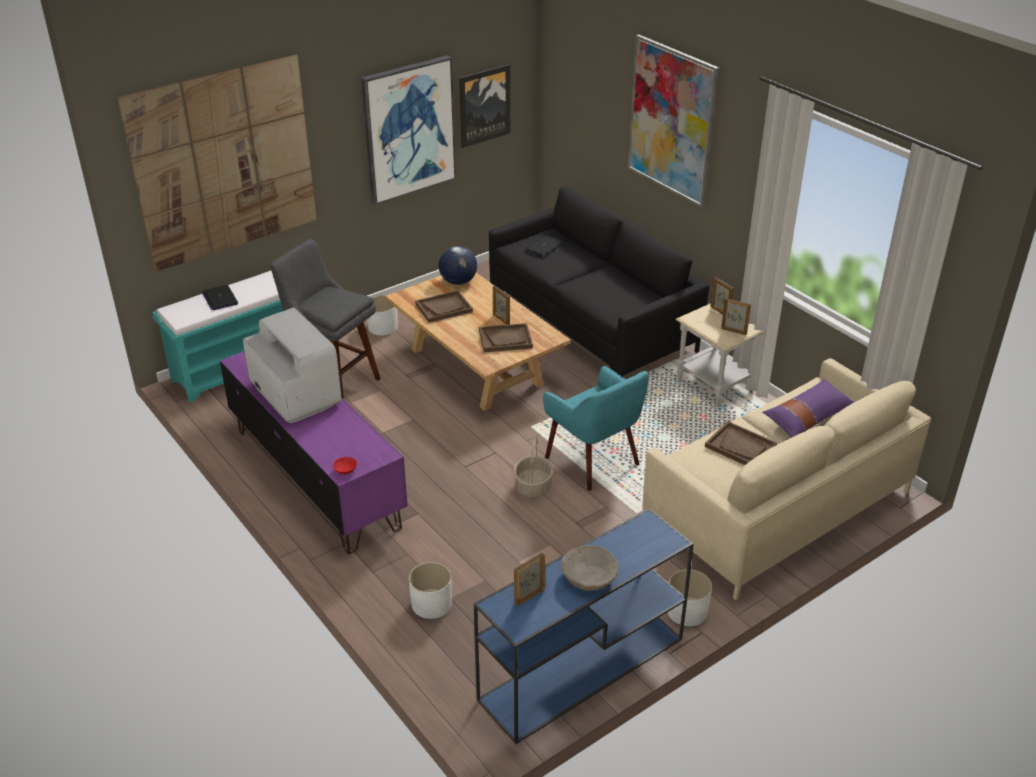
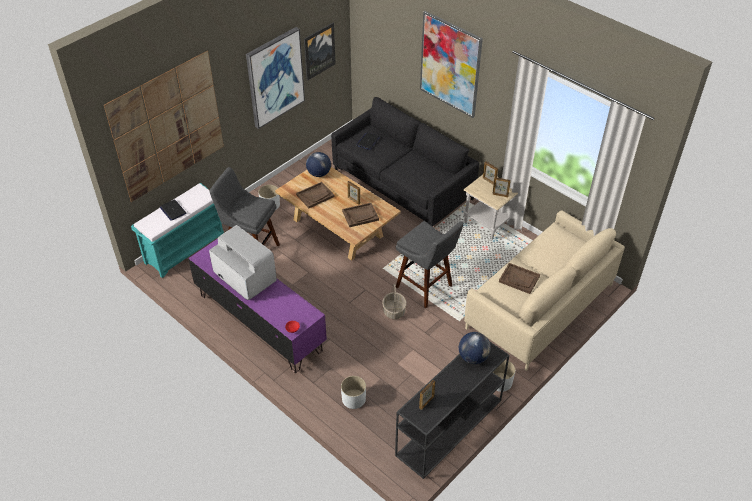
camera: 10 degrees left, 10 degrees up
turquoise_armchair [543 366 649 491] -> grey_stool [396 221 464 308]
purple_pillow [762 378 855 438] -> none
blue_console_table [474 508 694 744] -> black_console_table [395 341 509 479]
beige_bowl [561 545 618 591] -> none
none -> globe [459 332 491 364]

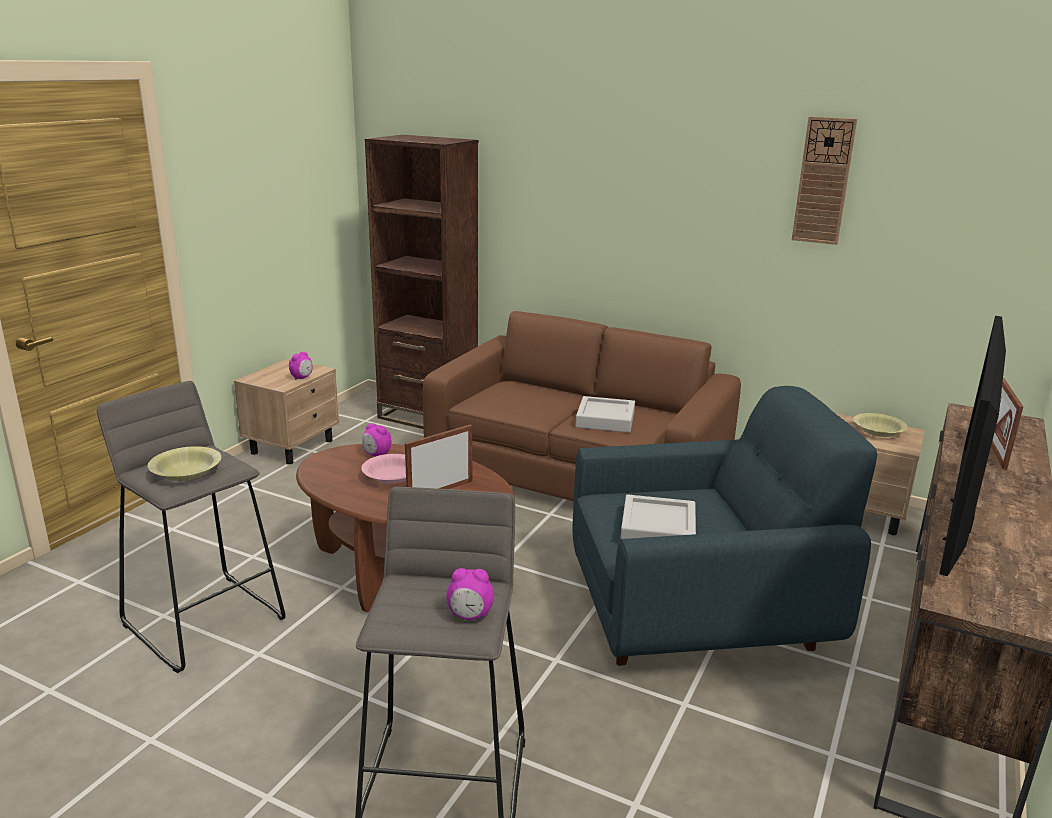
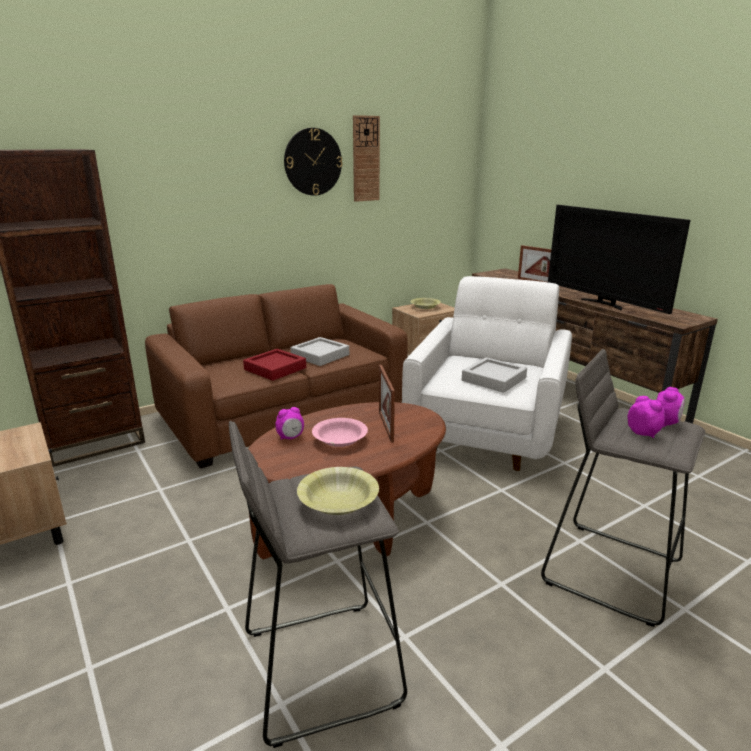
camera: 60 degrees left, 0 degrees up
alarm_clock [289 352 313 380] -> alarm_clock [628 396 665 438], move
blue_armchair [573 386 877 666] -> white_armchair [402 276 572 471]
none -> wall_clock [284 128 343 196]
none -> red_tray [243 349 306 381]

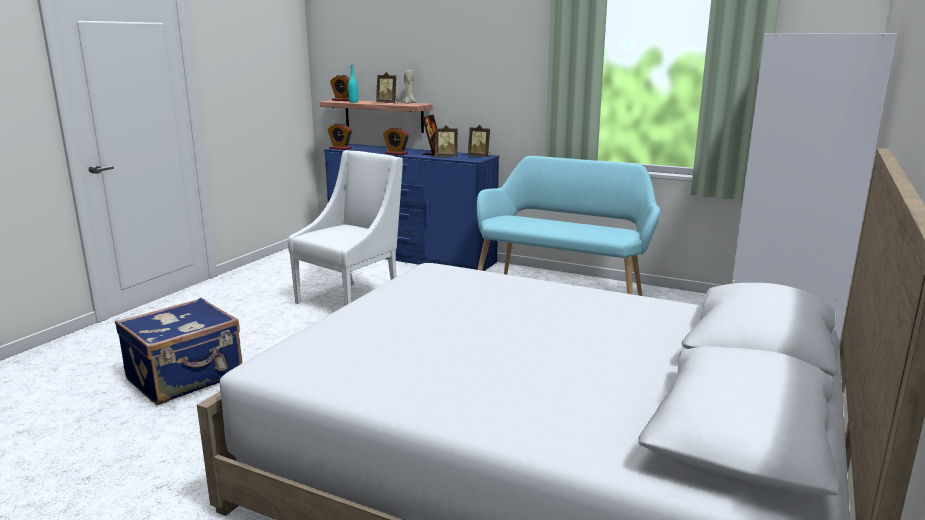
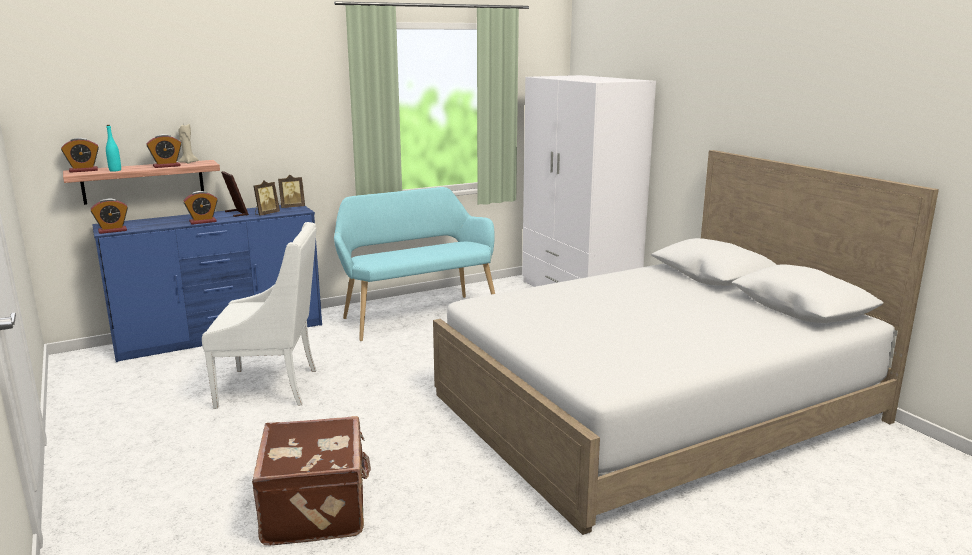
camera: 55 degrees left, 0 degrees up
picture_frame [376 72 398 103] -> alarm_clock [146 134 182 168]
white_armchair [288 150 403 306] -> white_armchair [202 222 316 409], 105 degrees clockwise
blue_suitcase [115 298 242 405] -> brown_suitcase [252 416 371 545]

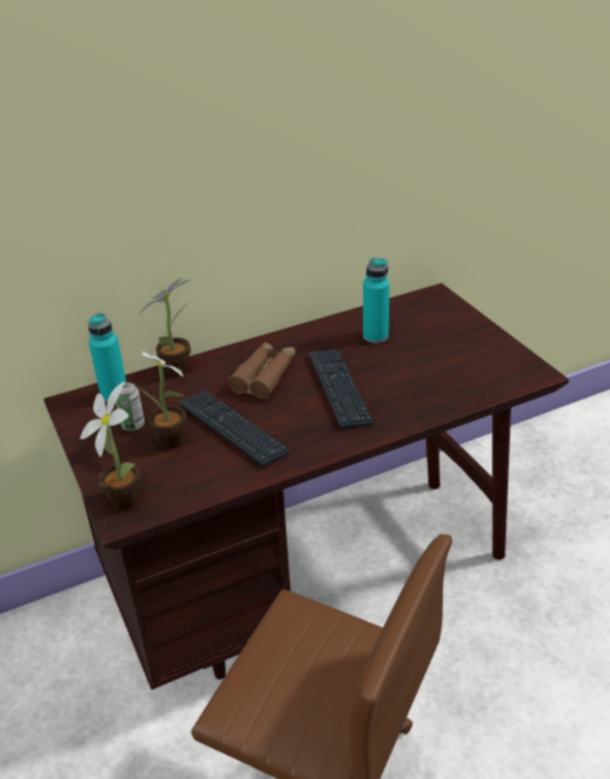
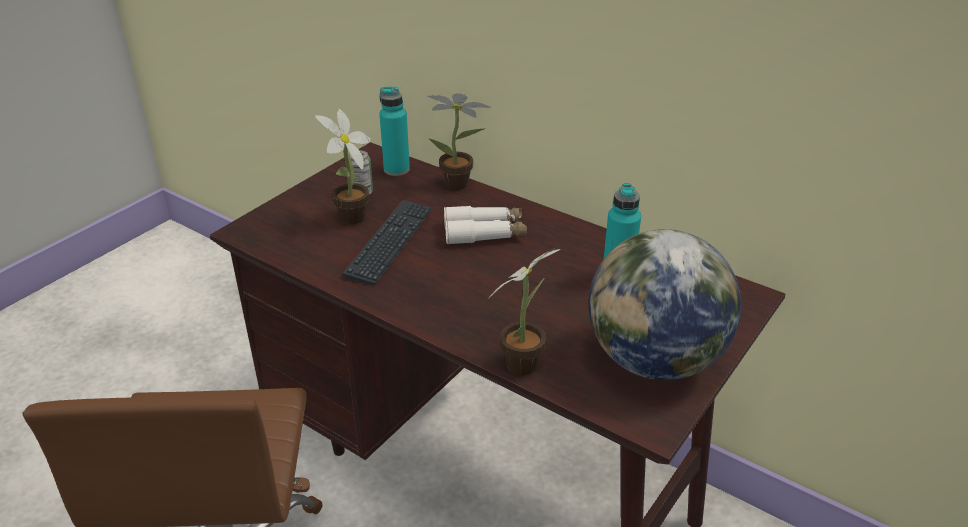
camera: 60 degrees right, 0 degrees up
brown_binoculars [228 342 295 399] -> white_binoculars [444 206 527 245]
keyboard [308 349 374 429] -> none
potted_plant [80 381 141 510] -> potted_plant [488 249 561 375], move
none -> globe [588 229 741 380]

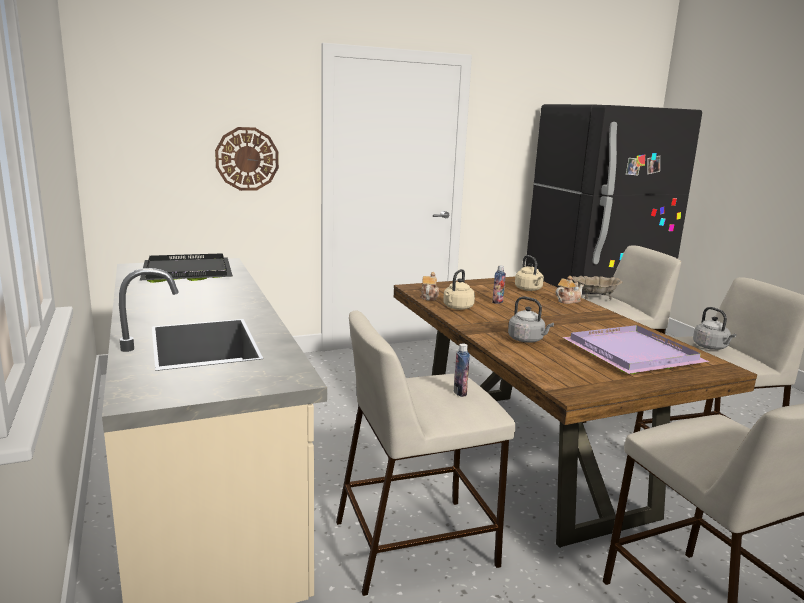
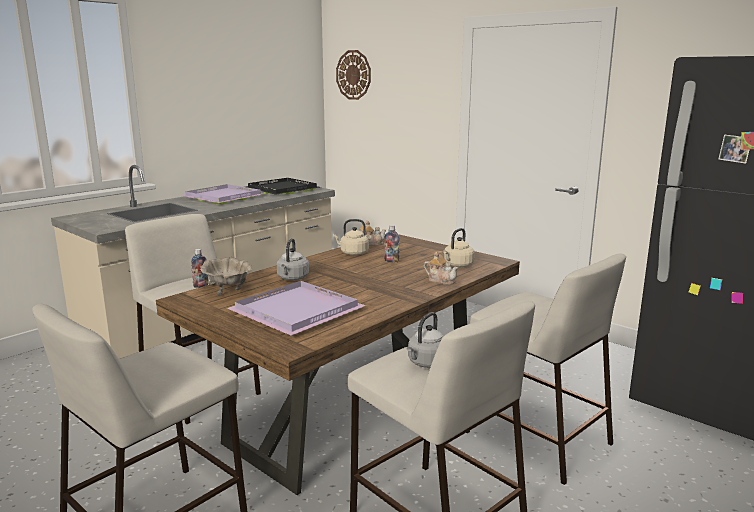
camera: 65 degrees right, 0 degrees up
wall_clock [215 127 279 191] -> wall_clock [336 50 371 100], move
beige_bowl [572 276 623 300] -> beige_bowl [200 257 252 295], move
none -> purple_tray [181 184 265 205]

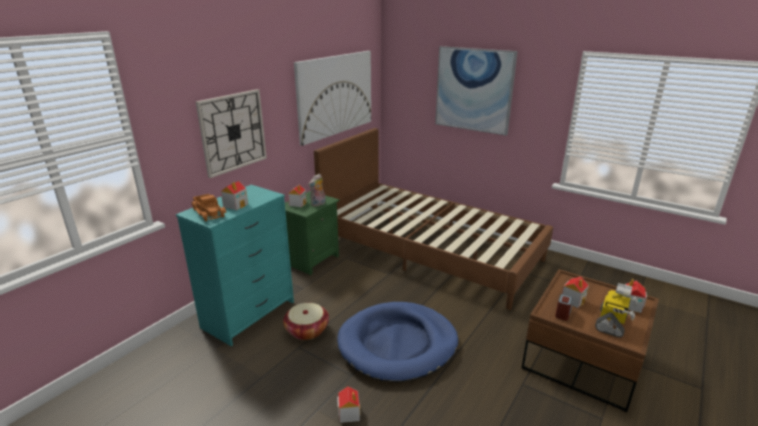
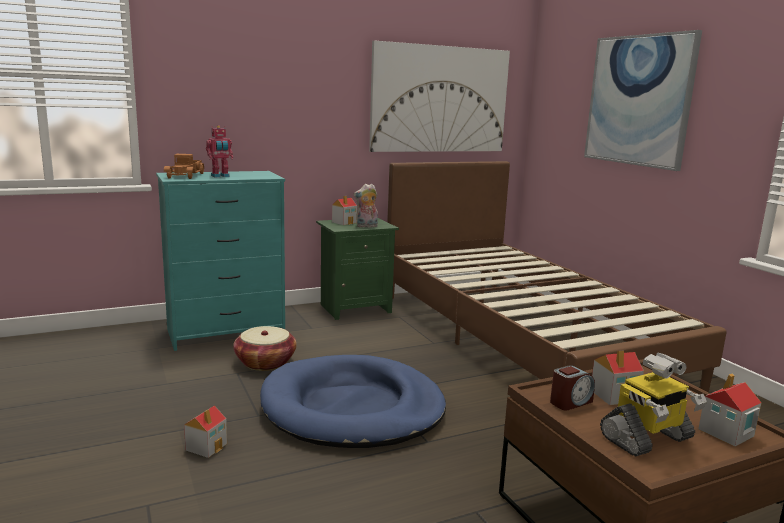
camera: 30 degrees right, 10 degrees down
wall_clock [196 89 267 178] -> none
toy_house [221 181 248 210] -> toy_robot [206 125 233 177]

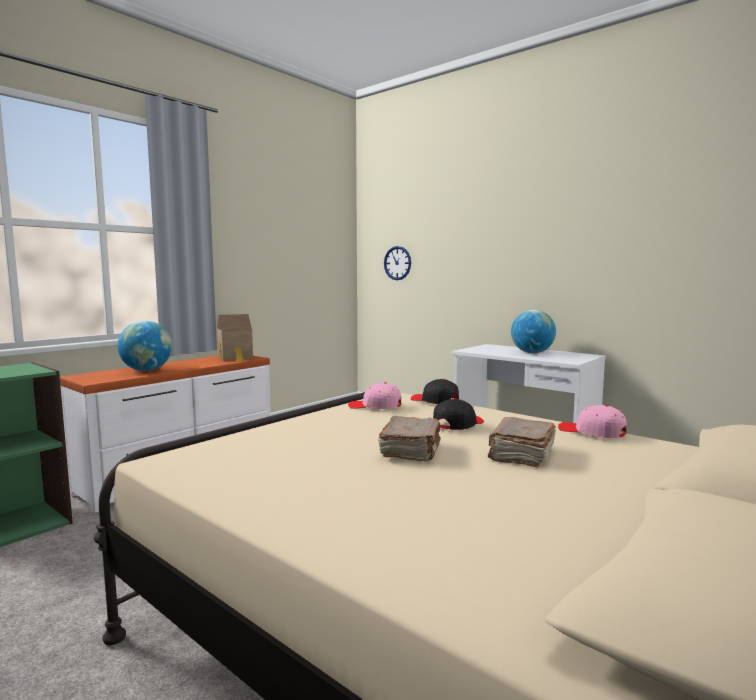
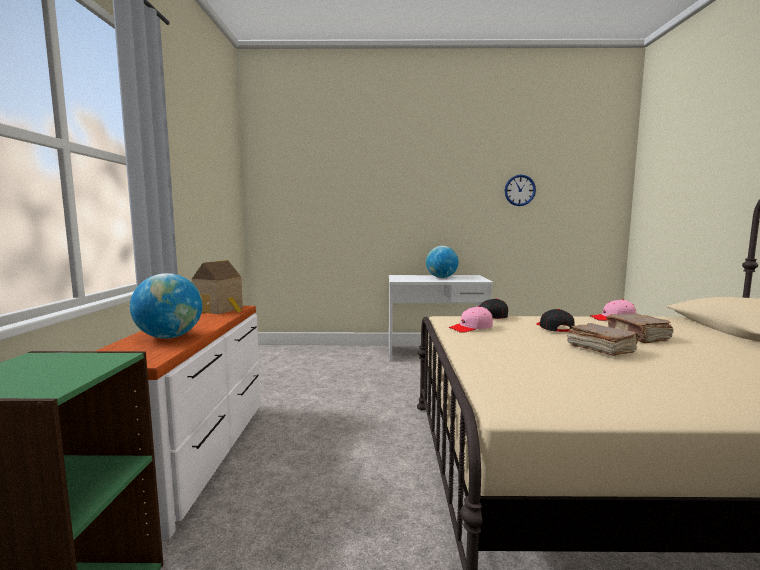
camera: 40 degrees left, 0 degrees up
wall_clock [384 246 411 280] -> wall_clock [504 174 536 206], move

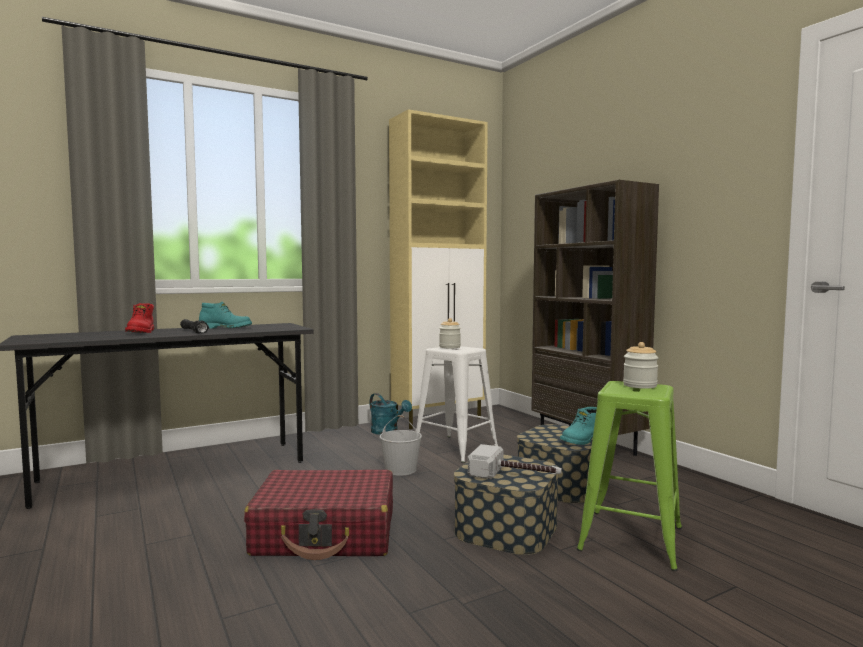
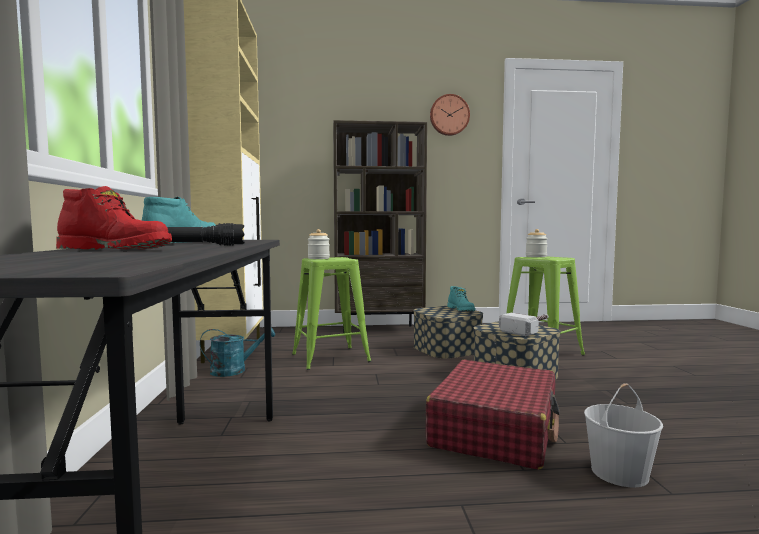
camera: 65 degrees left, 0 degrees up
white_stool [416 346 498 463] -> green_stool [292 257 372 370]
white_bucket [380 415 422 476] -> white_bucket [584 384 663 488], move
none -> wall_clock [430 94 470 136]

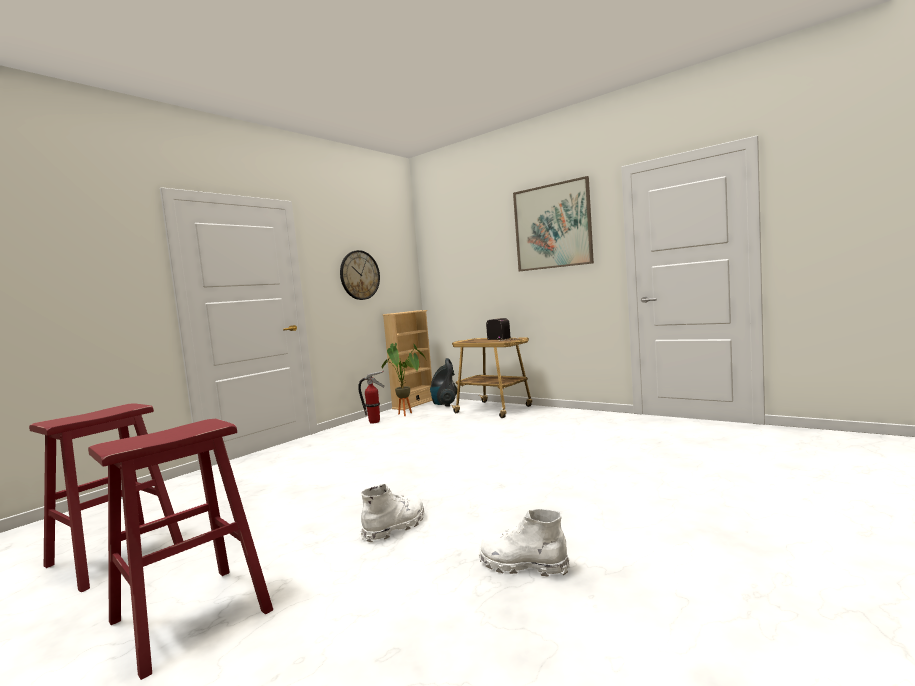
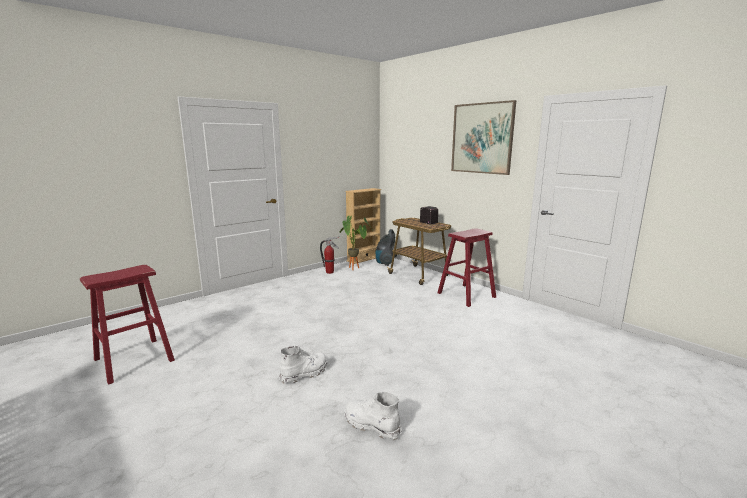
camera: 10 degrees right, 10 degrees up
wall_clock [340 250 380 300] -> none
red_stool [88 419 273 680] -> red_stool [437 228 496 307], move

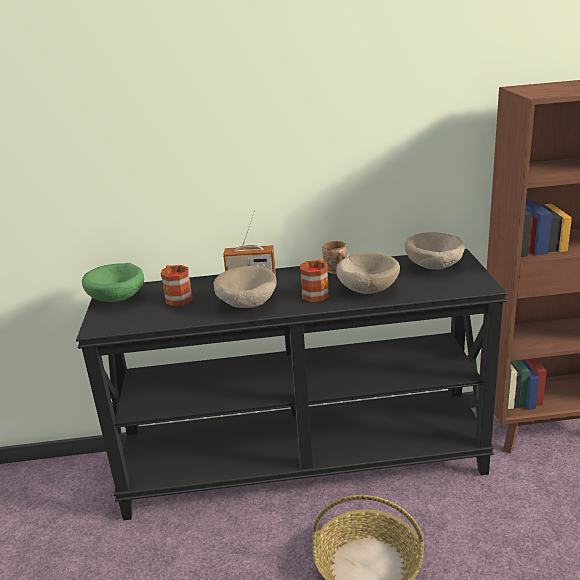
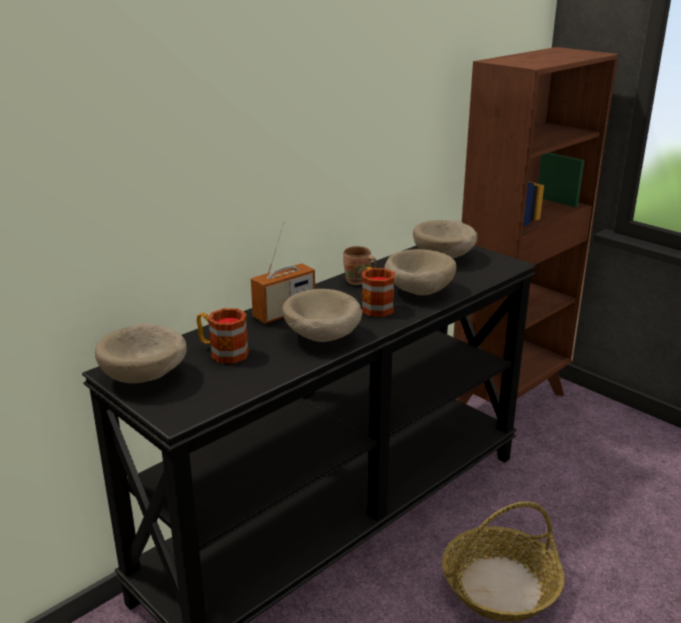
camera: 40 degrees left, 0 degrees up
green_bowl [82 263 144 302] -> beige_bowl [95 323 187 383]

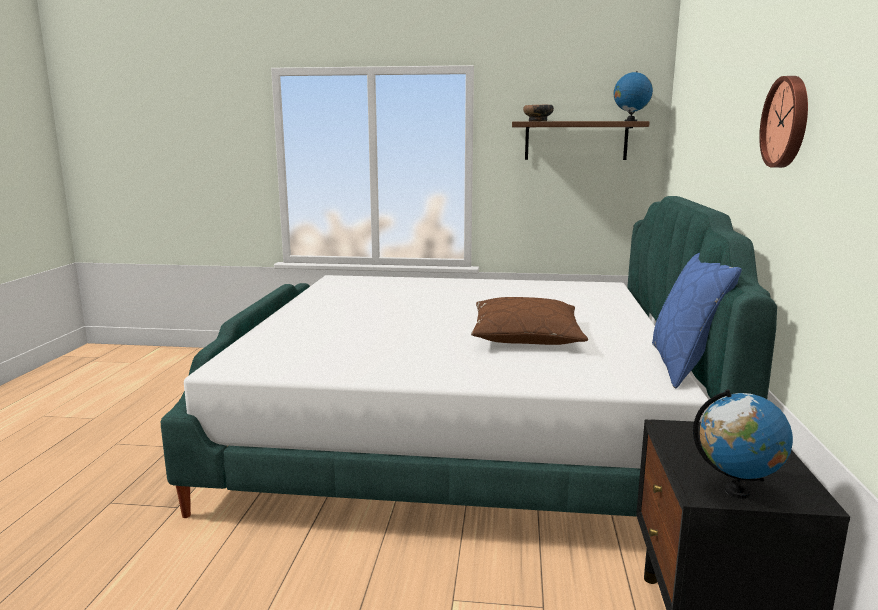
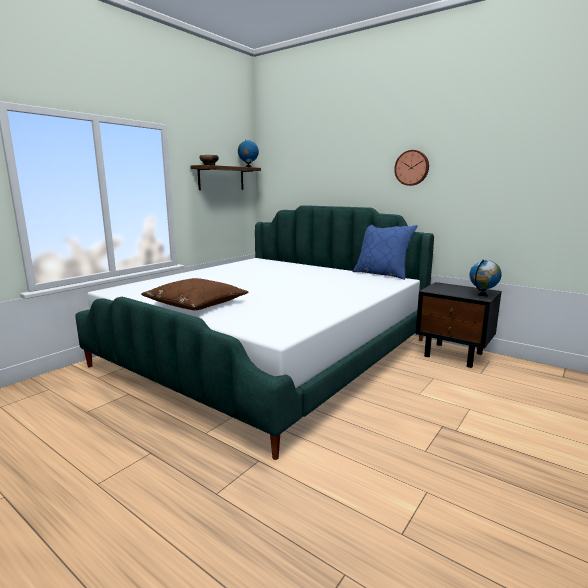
camera: 60 degrees left, 0 degrees up
brown_pillow [471 297 588 345] -> brown_pillow [141 278 249 310], move

